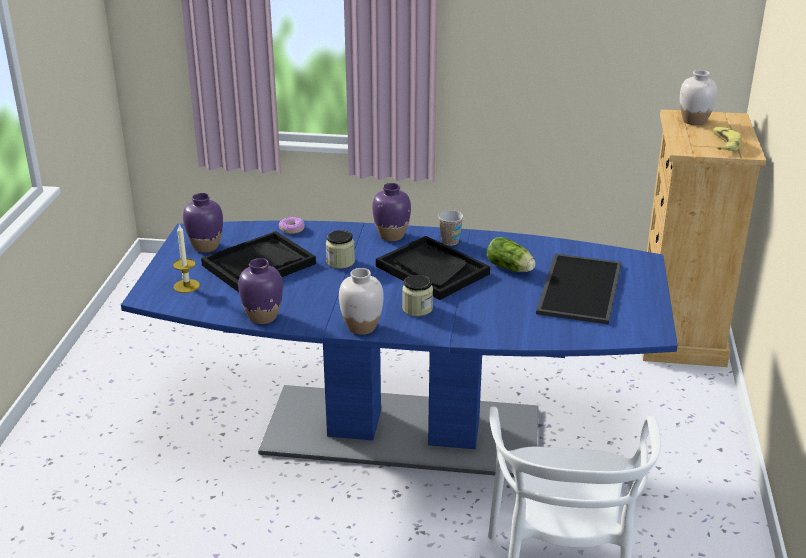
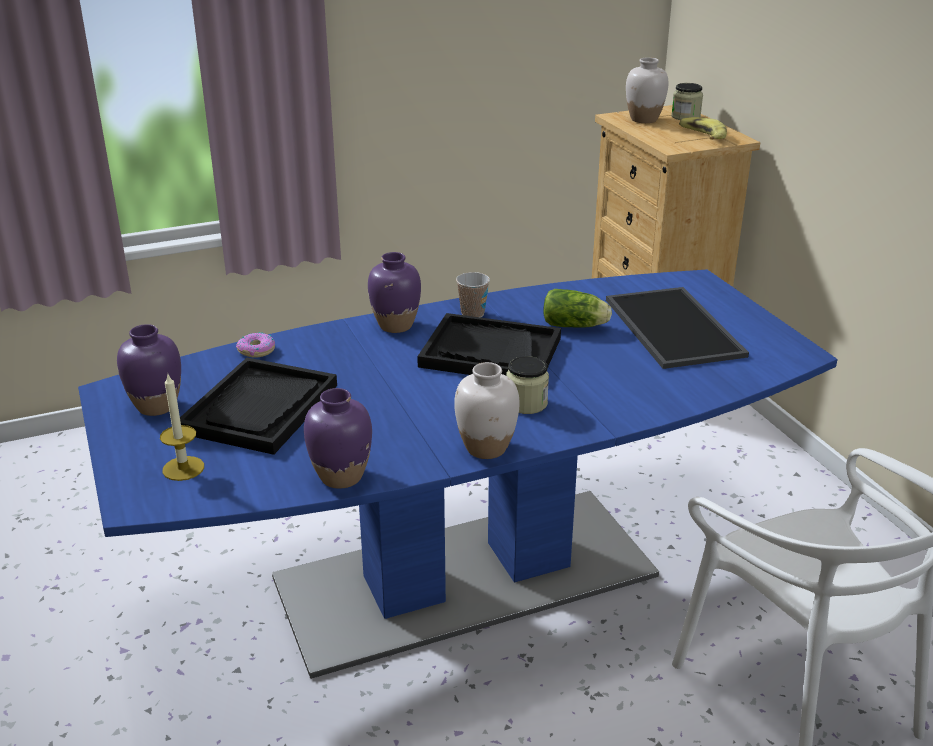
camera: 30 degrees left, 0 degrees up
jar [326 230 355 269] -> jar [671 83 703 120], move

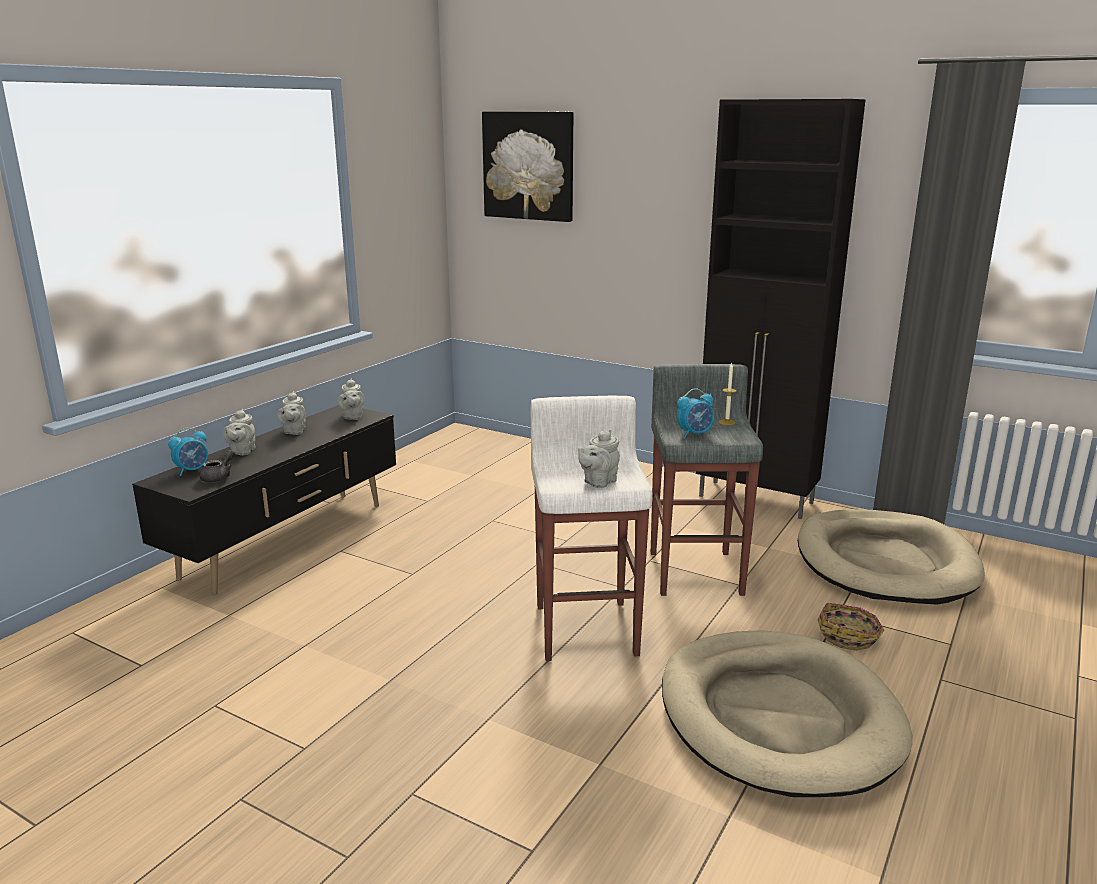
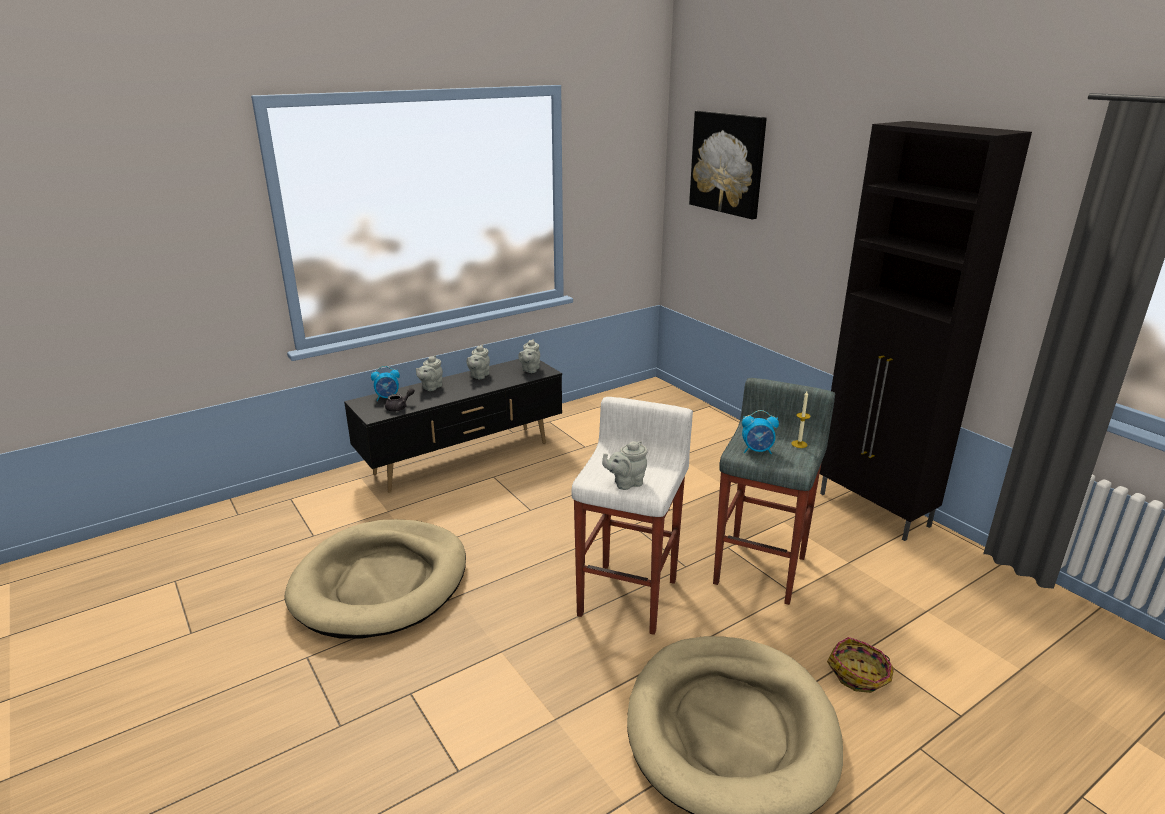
camera: 25 degrees right, 5 degrees up
beige_dog_bed [798 509 985 605] -> beige_dog_bed [285 519 466 639], move

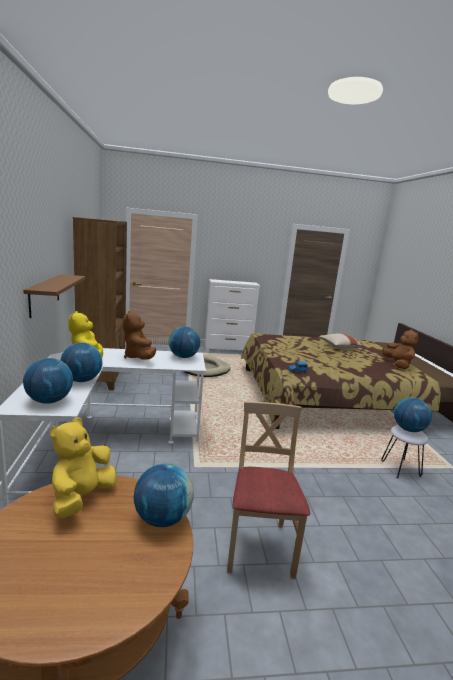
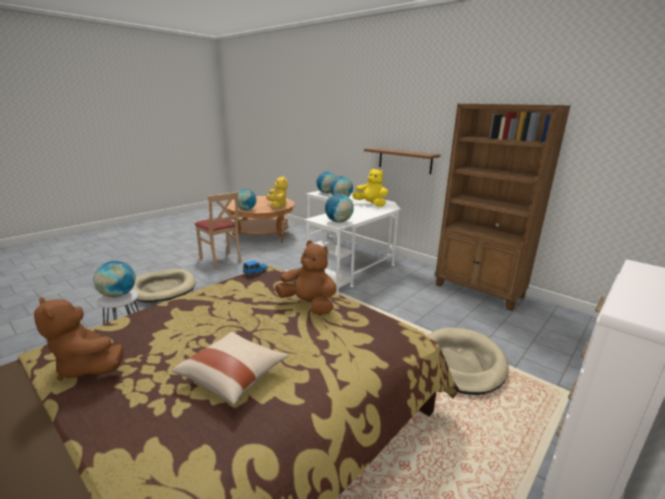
camera: 140 degrees right, 5 degrees up
brown_plush_toy [123 311 156 360] -> brown_plush_toy [275 240 337 315], move
none -> beige_dog_bed [132 269 196 303]

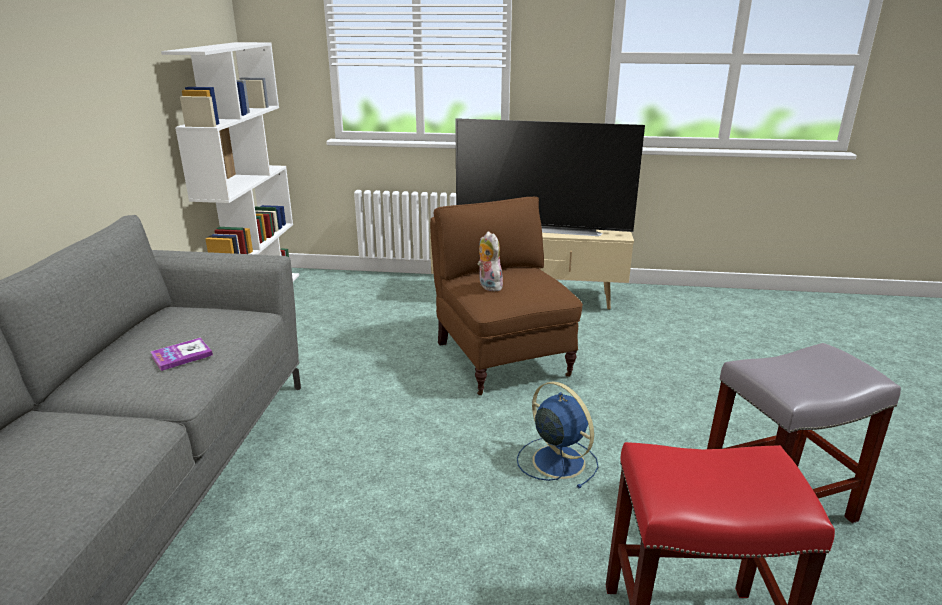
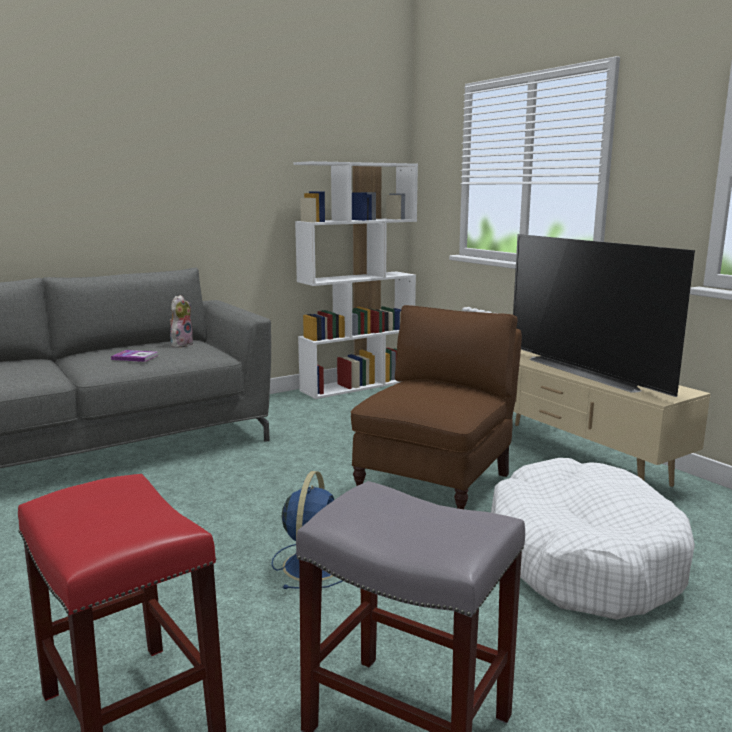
camera: 50 degrees right, 10 degrees down
plush_toy [478 231 503 291] -> plush_toy [170 295 193 348], move
none -> white_dog_bed [491 458 695 620]

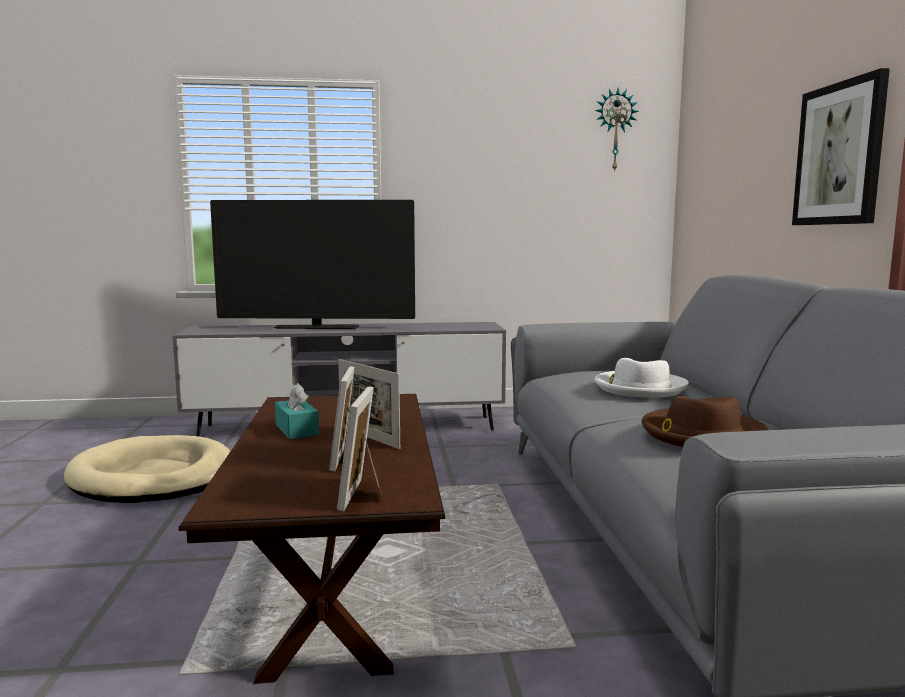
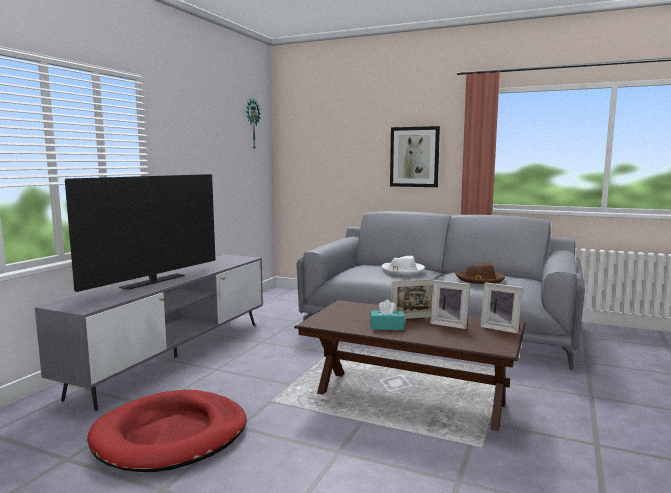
camera: 60 degrees left, 0 degrees up
beige_dog_bed [64 435 230 503] -> red_dog_bed [87 390 247 472]

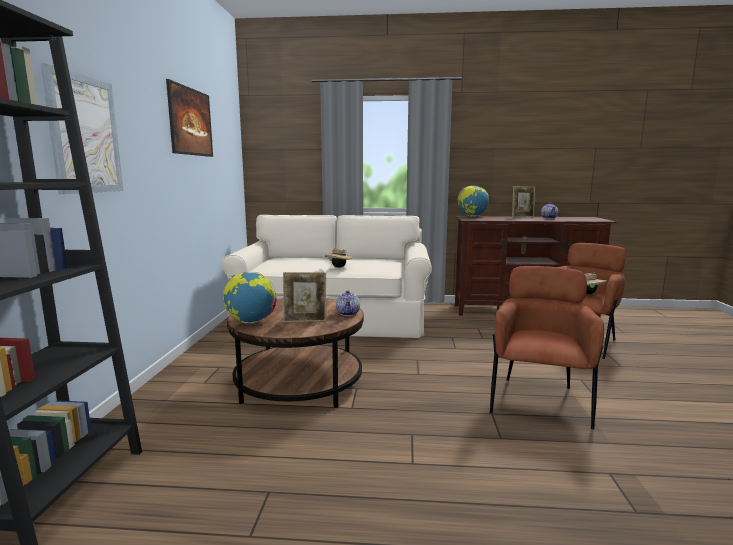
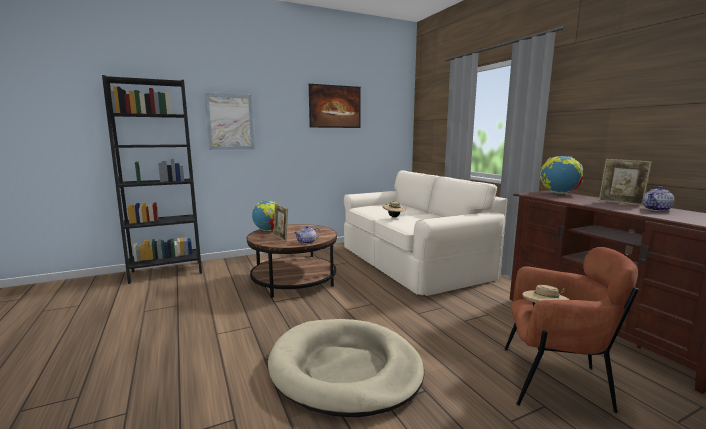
camera: 60 degrees right, 0 degrees up
brown_armchair [489 266 604 429] -> beige_dog_bed [268 319 424 417]

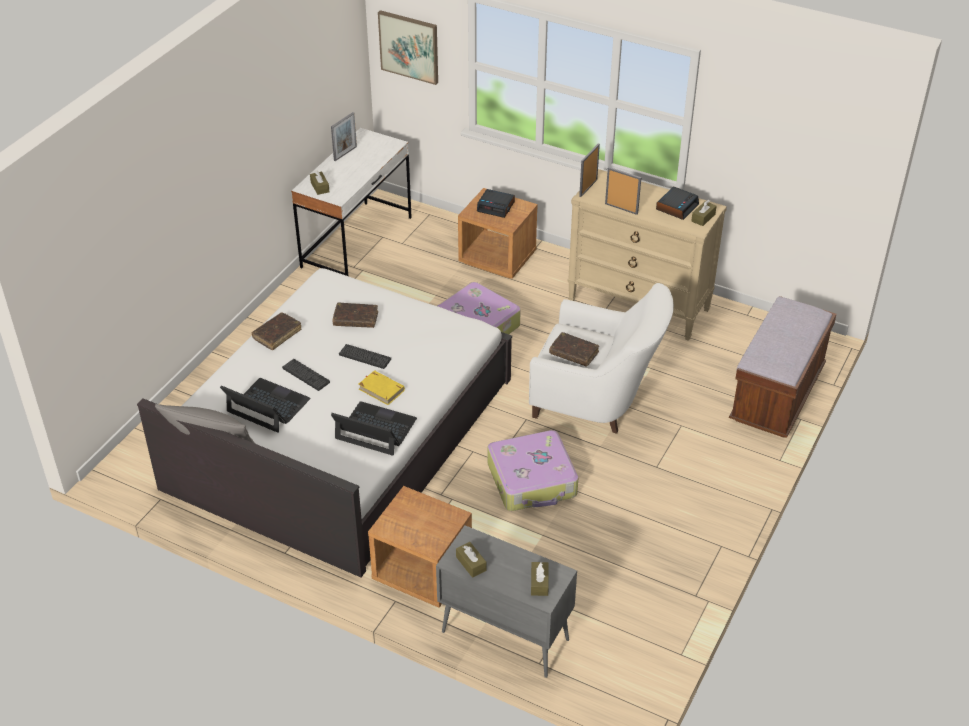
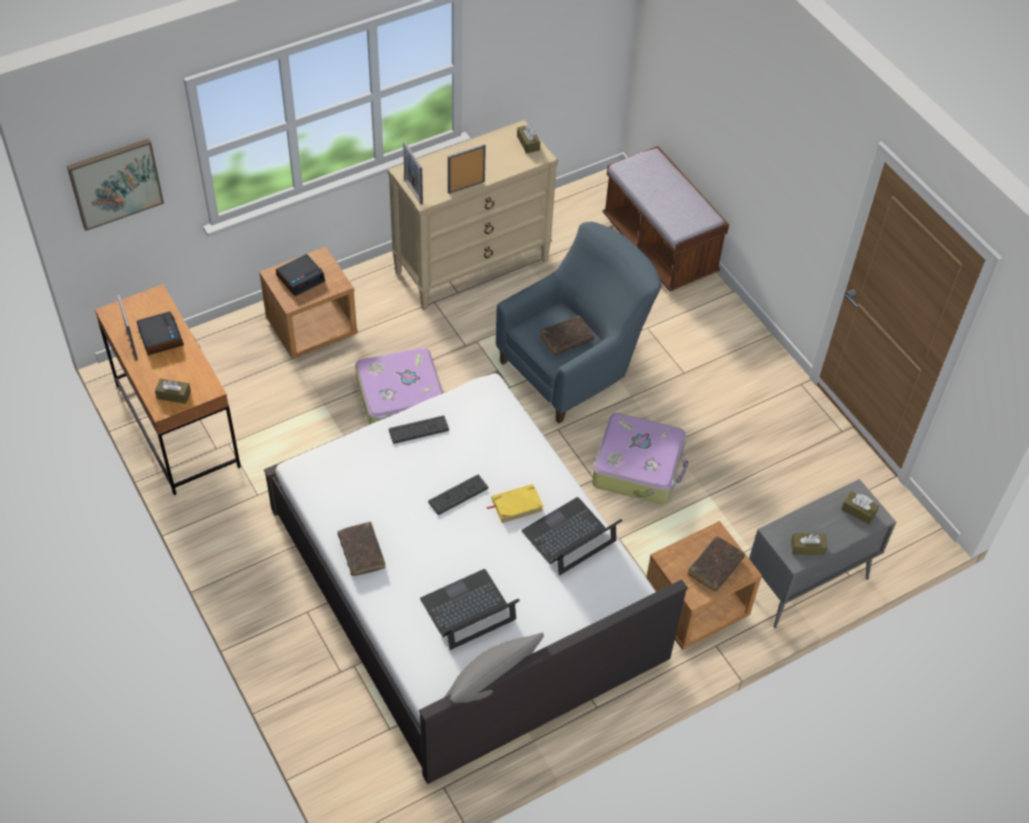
camera: 60 degrees left, 10 degrees up
white_desk [291 128 412 276] -> brown_desk [95 284 241 495]
alarm_clock [656 187 699 220] -> alarm_clock [137 311 184 355], move
white_armchair [529 283 674 434] -> blue_armchair [496 222 661 423]
brown_book [332 303 378 328] -> brown_book [688 536 745 592], move
keyboard [282 359 330 391] -> keyboard [389 416 449 444], move

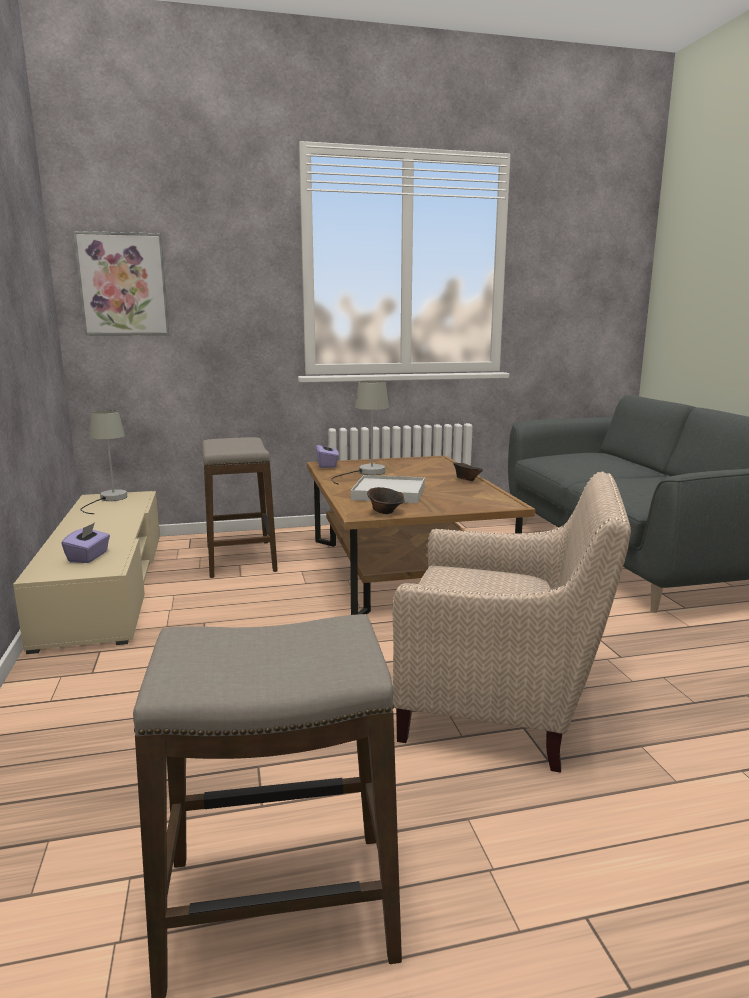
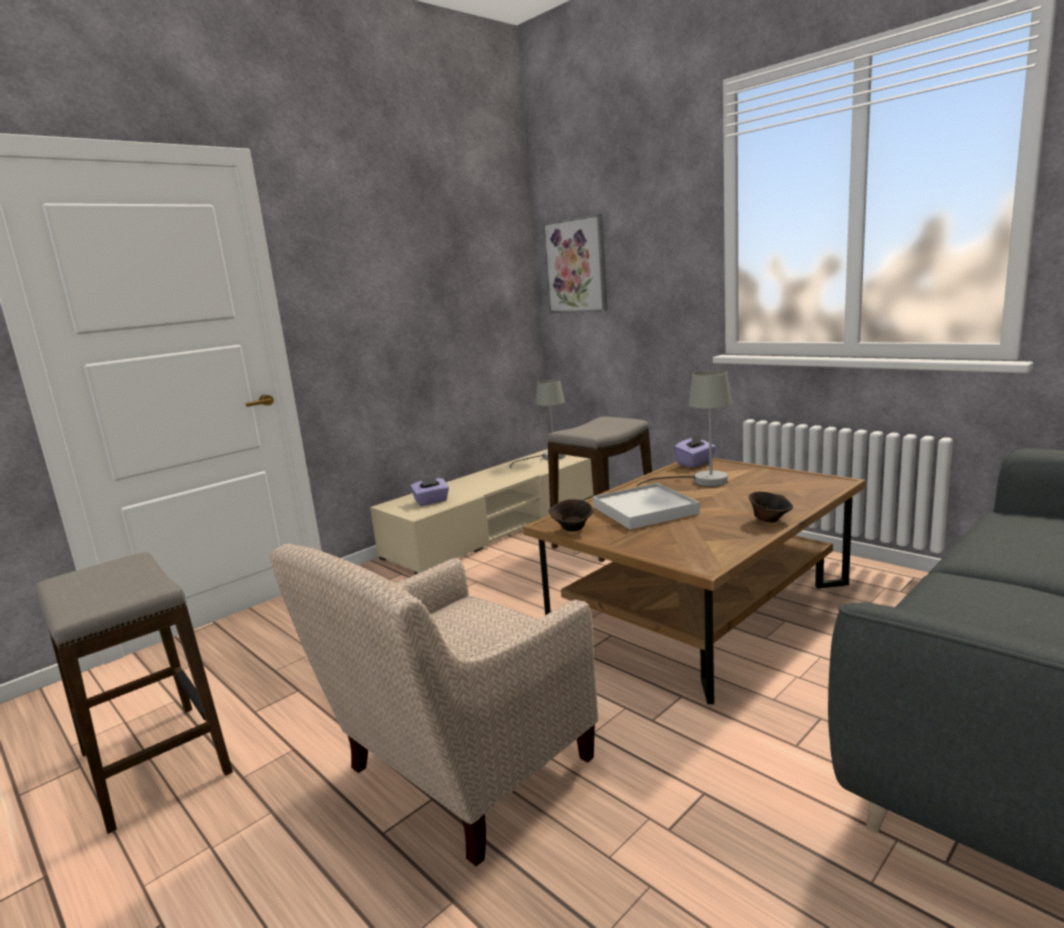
camera: 60 degrees right, 0 degrees up
beige_armchair [392 472 631 773] -> beige_armchair [270 543 599 866], 60 degrees clockwise

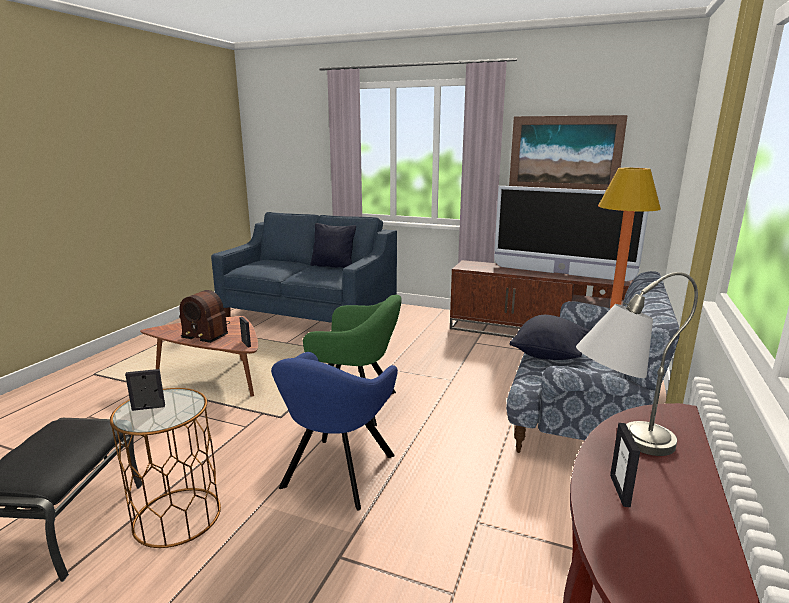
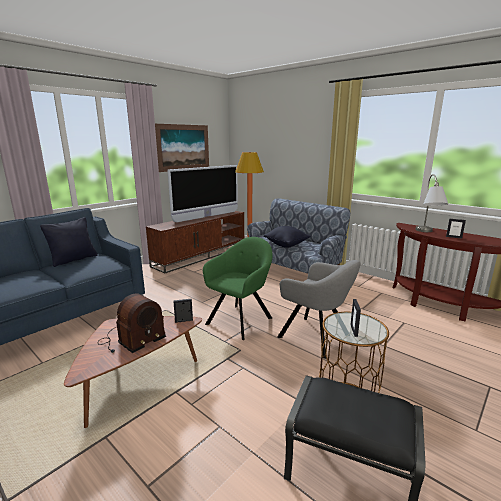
camera: 70 degrees left, 0 degrees up
blue_armchair [271 352 398 511] -> grey_armchair [278 260 361 359]

